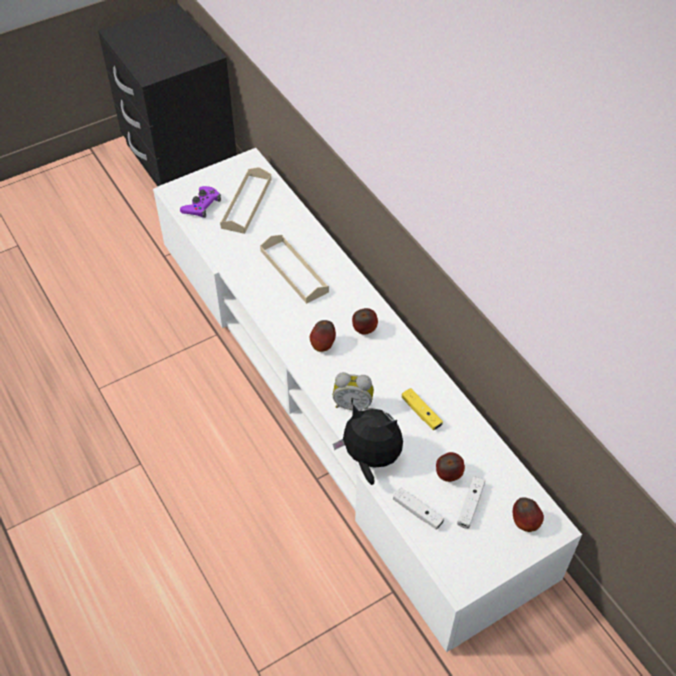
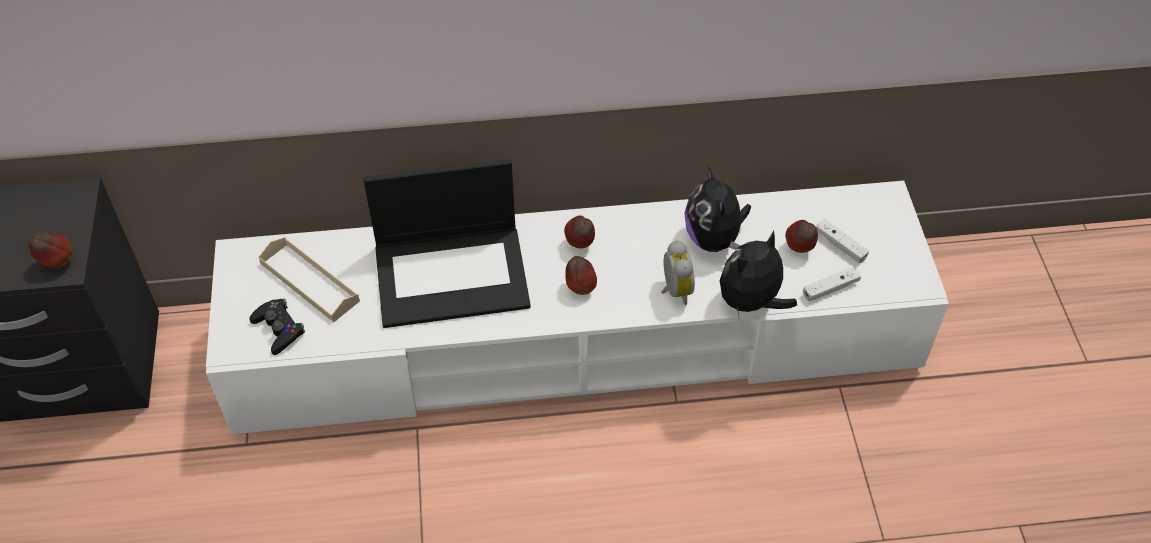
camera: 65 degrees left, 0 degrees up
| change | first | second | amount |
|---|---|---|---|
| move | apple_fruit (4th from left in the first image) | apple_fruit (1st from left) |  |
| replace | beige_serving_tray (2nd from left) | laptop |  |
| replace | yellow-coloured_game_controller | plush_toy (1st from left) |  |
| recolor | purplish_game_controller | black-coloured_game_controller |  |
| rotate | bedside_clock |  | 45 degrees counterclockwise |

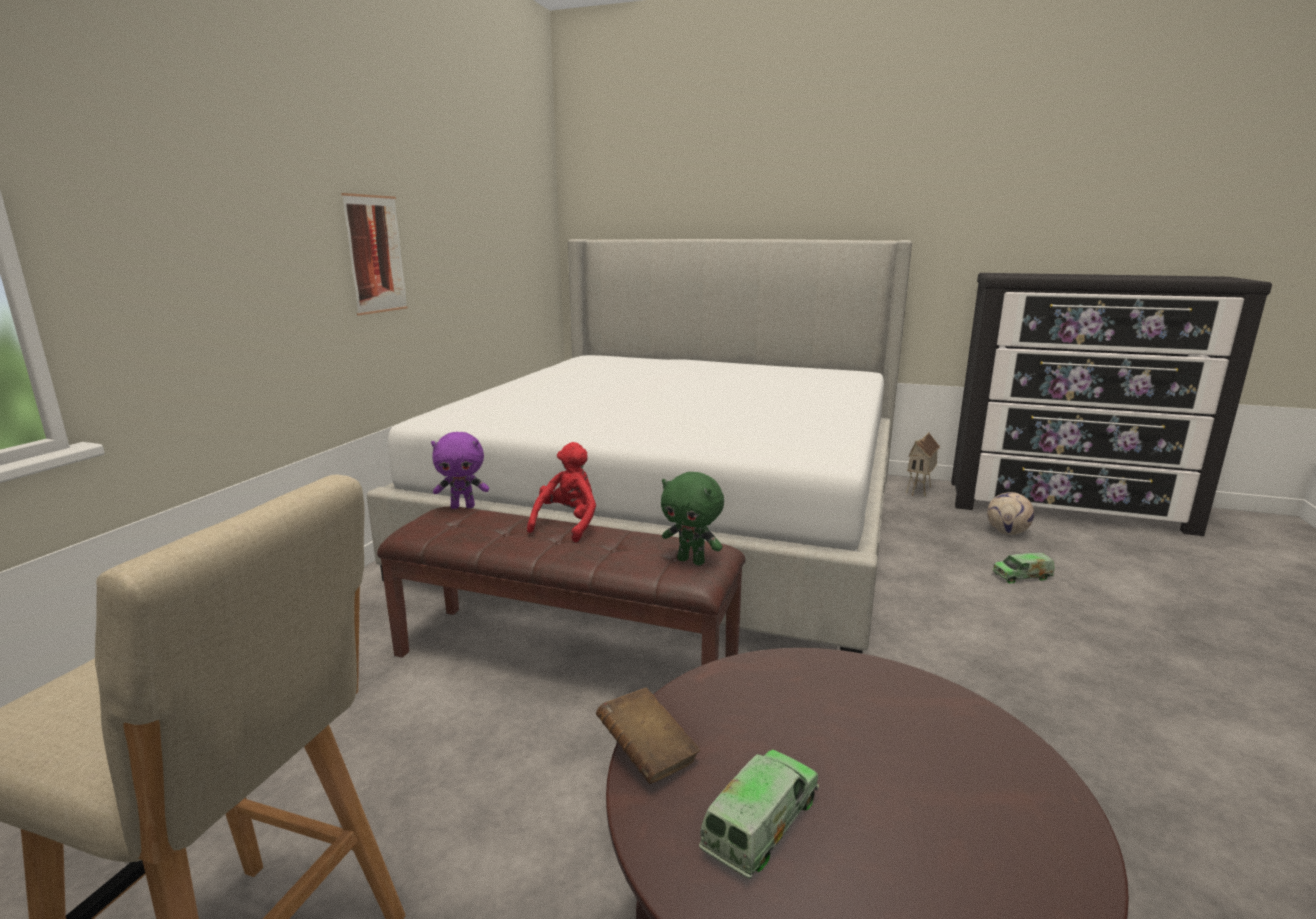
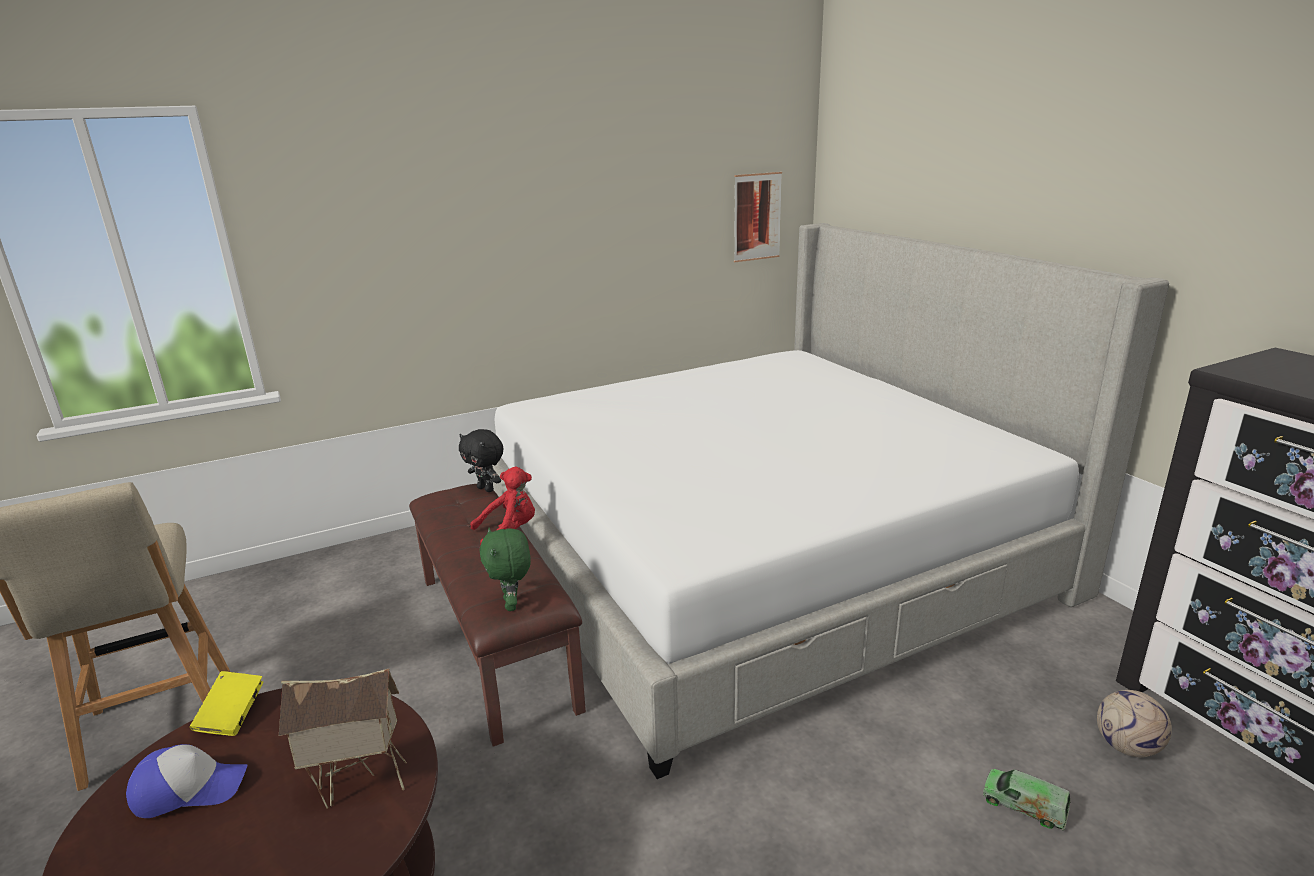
camera: 45 degrees right, 5 degrees up
| change | first | second | amount |
|---|---|---|---|
| move | wall_art |  |  |
| move | toy_house |  |  |
| replace | toy_truck (1st from left) | cap |  |
| recolor | purplish_plush_toy | black-coloured_plush_toy |  |
| recolor | brown_bound_book | yellow-coloured_bound_book |  |

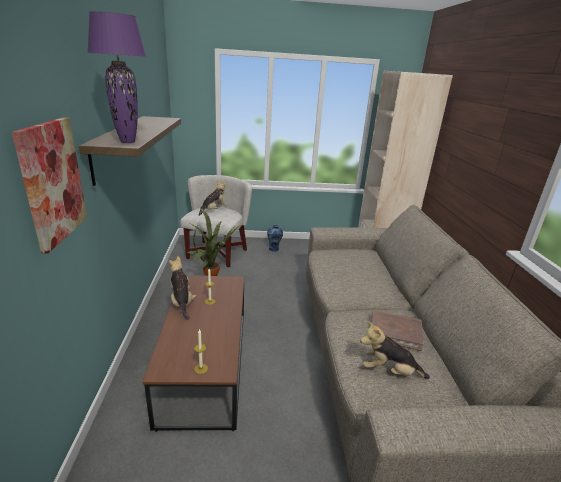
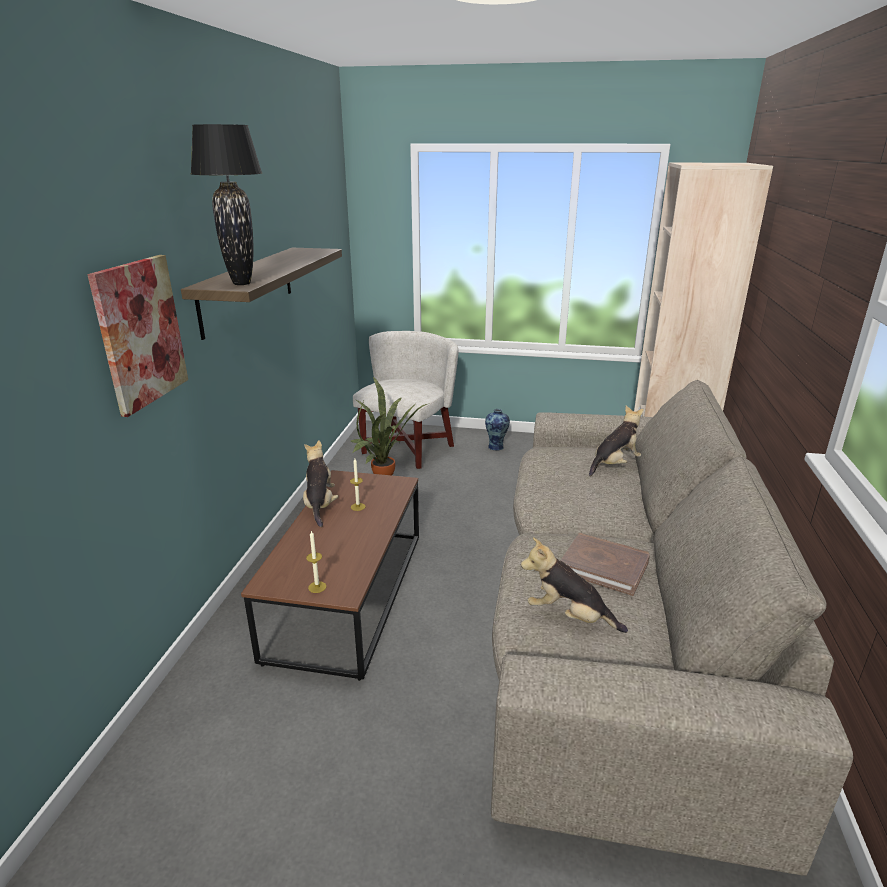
camera: 15 degrees right, 0 degrees up
| change | first | second | amount |
|---|---|---|---|
| move | plush_toy (2nd from left in the first image) | plush_toy (3rd from left) |  |
| recolor | purplish_lamp_for_a_table | black-coloured_lamp_for_a_table |  |

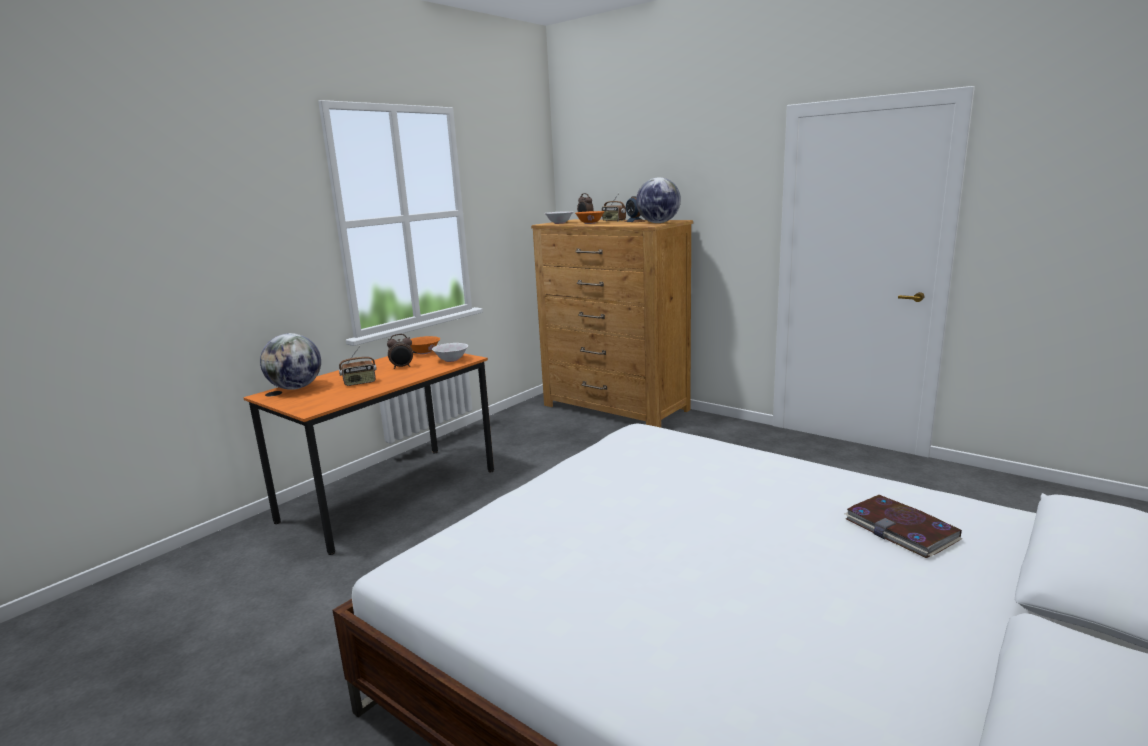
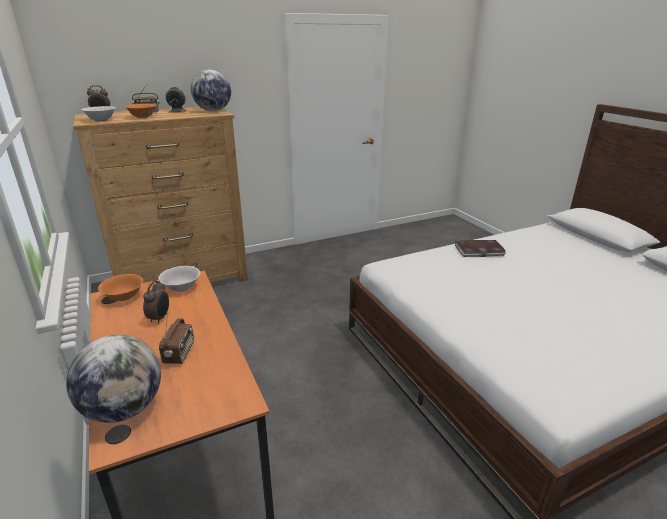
camera: 65 degrees left, 10 degrees up
| change | first | second | amount |
|---|---|---|---|
| move | bound_book |  |  |

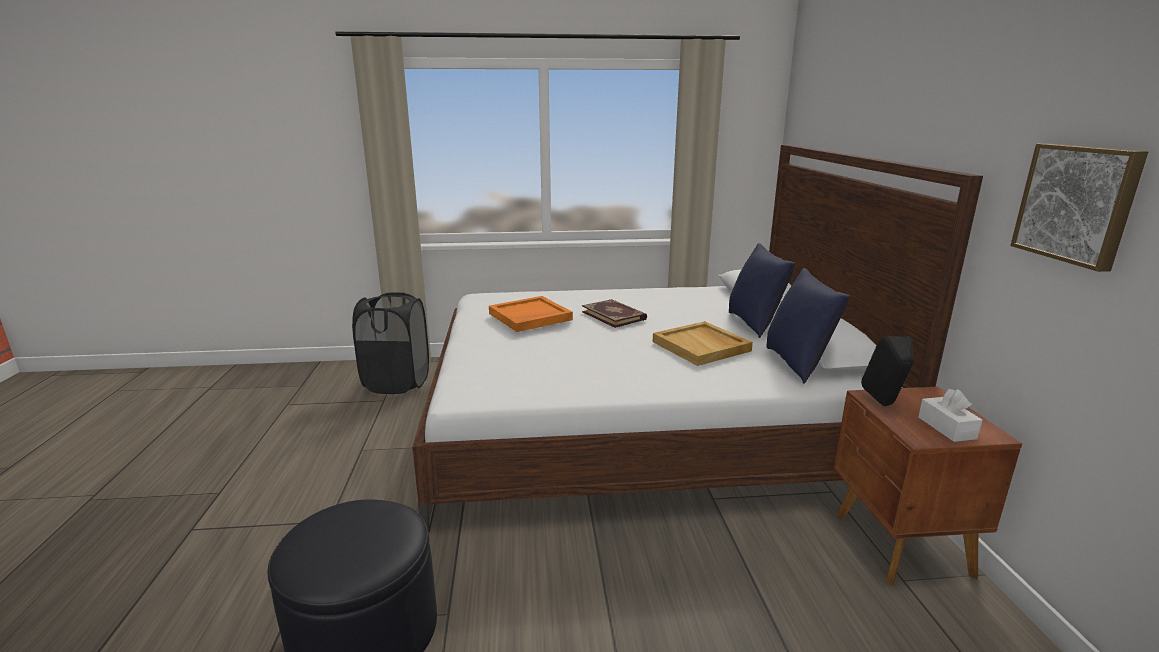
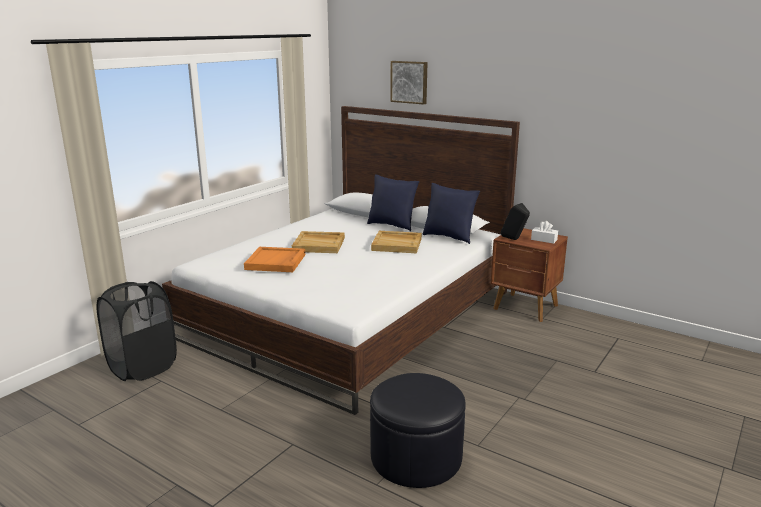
camera: 50 degrees left, 0 degrees up
| change | first | second | amount |
|---|---|---|---|
| move | wall_art |  |  |
| replace | bound_book | beige_serving_tray (1st from left) |  |

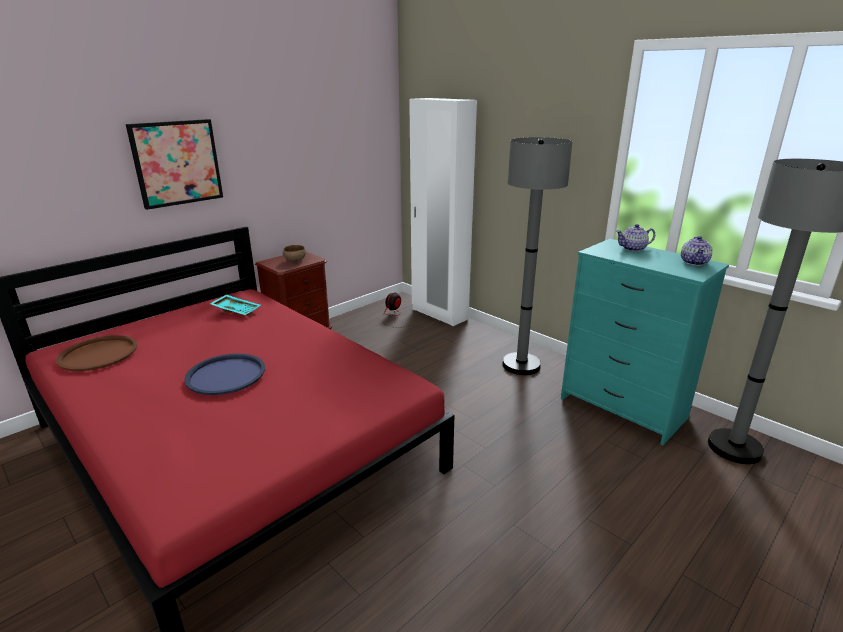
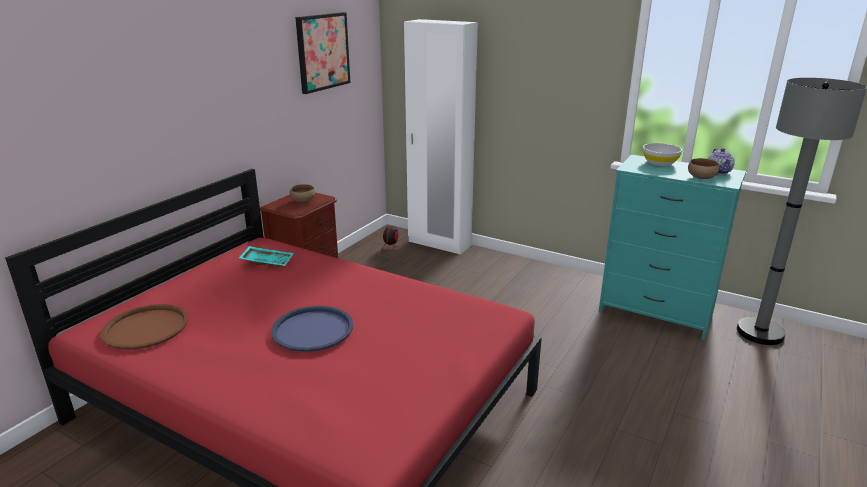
camera: 15 degrees left, 0 degrees up
| change | first | second | amount |
|---|---|---|---|
| delete | gray_floor_lamp (1st from left) |  |  |
| insert |  | brown_serving_bowl (2nd from left) |  |
| move | wall_art |  |  |
| replace | teapot (1st from left) | whitish_serving_bowl |  |

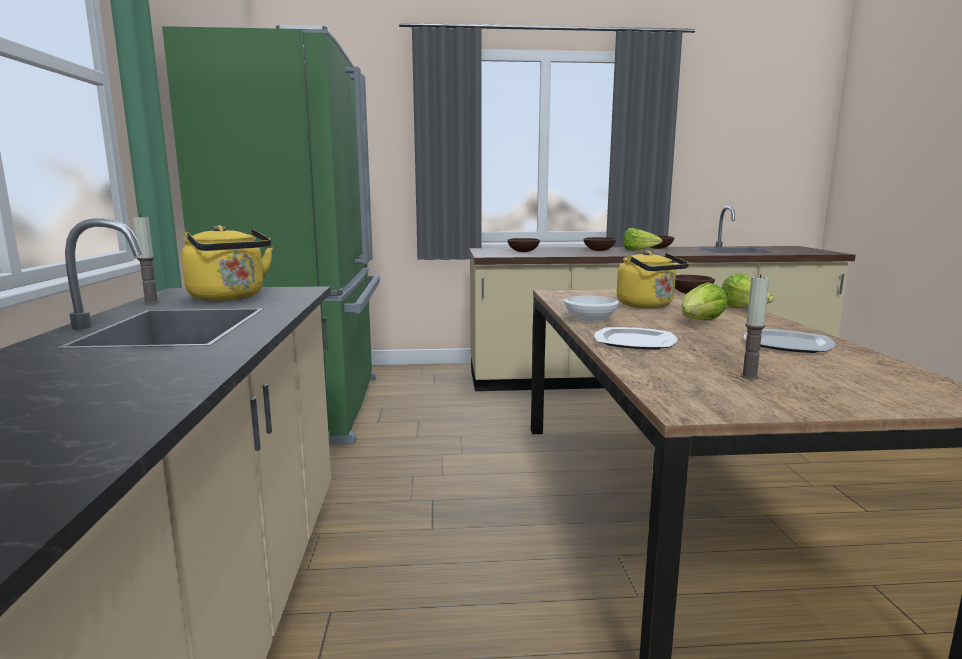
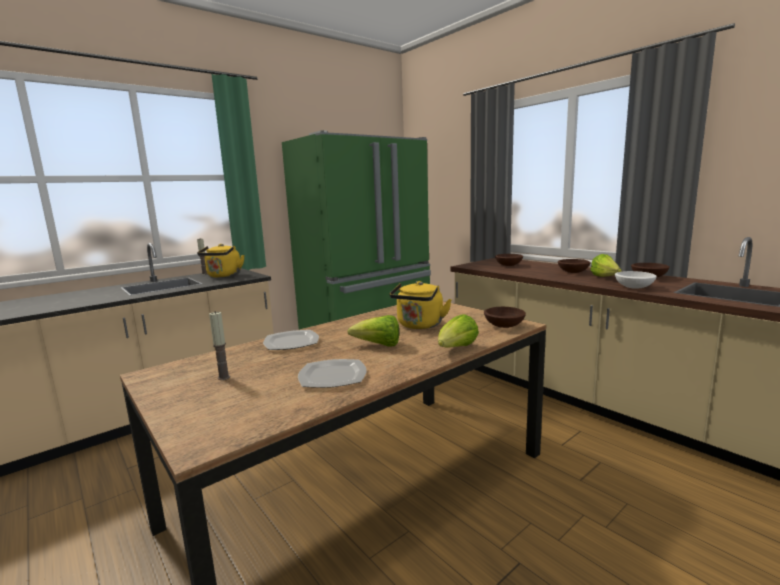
camera: 55 degrees right, 0 degrees up
| change | first | second | amount |
|---|---|---|---|
| move | whitish_serving_bowl |  |  |

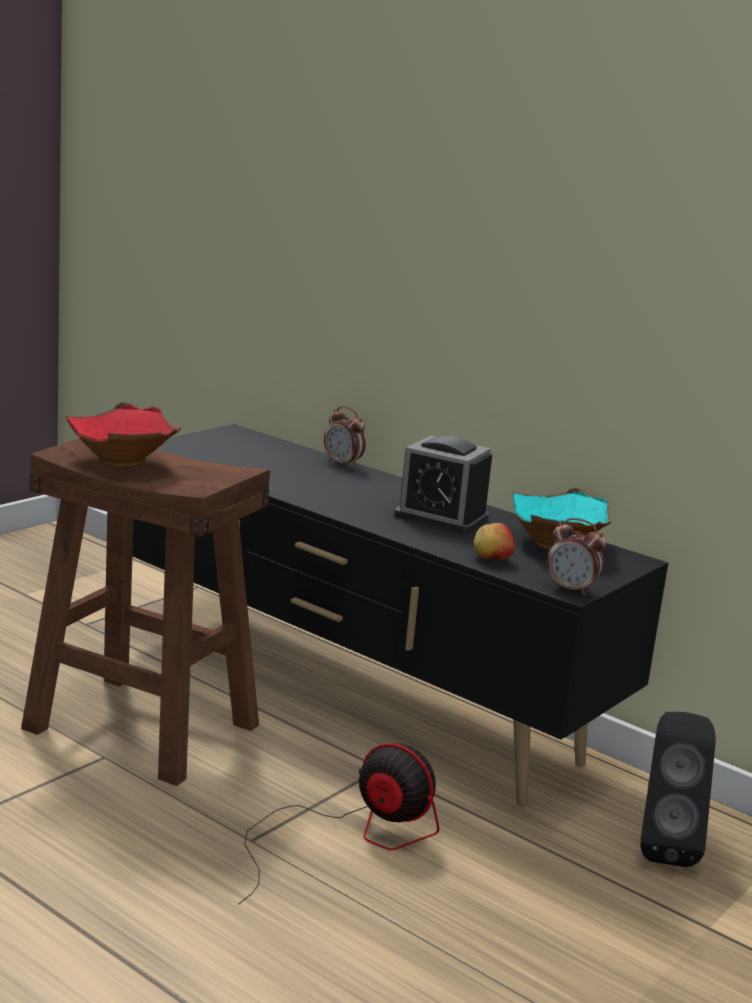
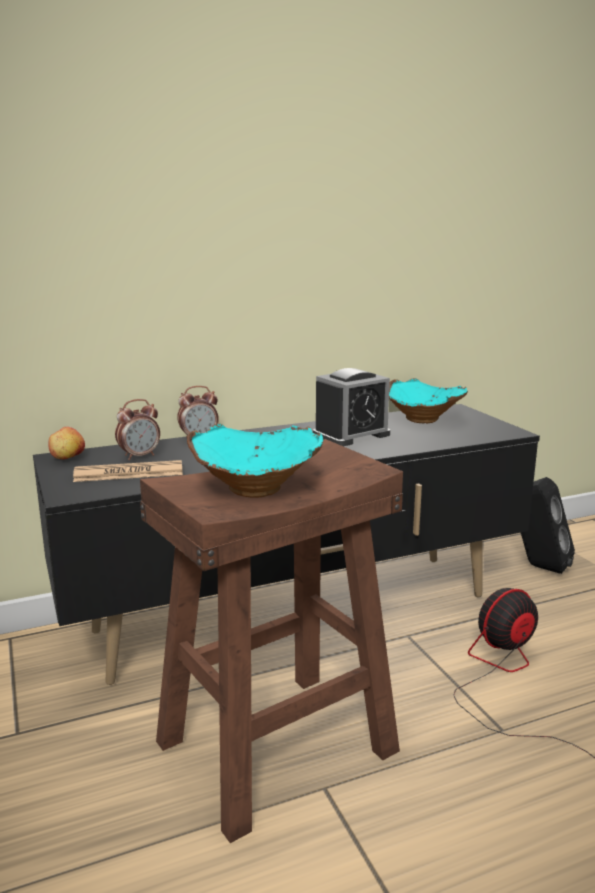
camera: 60 degrees left, 0 degrees up
| change | first | second | amount |
|---|---|---|---|
| insert |  | daily_paper |  |
| move | apple_fruit |  |  |
| move | bedside_clock (3rd from left in the first image) | bedside_clock (1st from left) |  |
| recolor | reddish_serving_bowl | blue-green_serving_bowl (1st from left) |  |

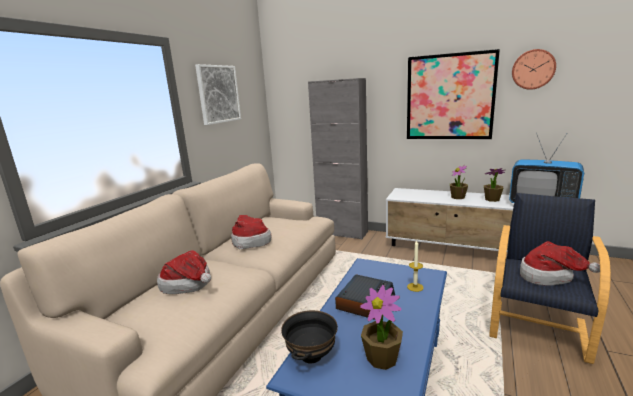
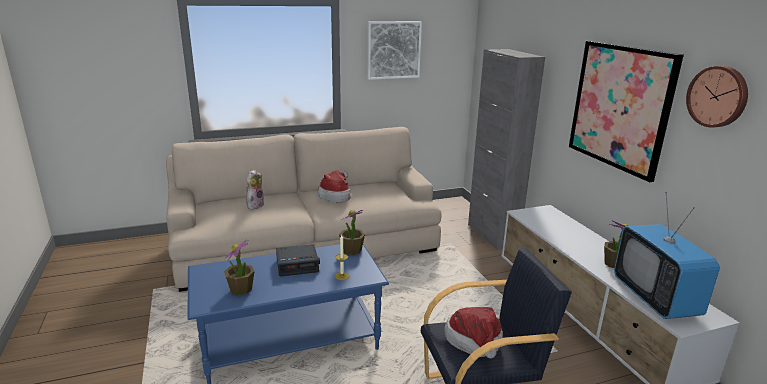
camera: 45 degrees right, 5 degrees up
| change | first | second | amount |
|---|---|---|---|
| delete | black-coloured_serving_bowl |  |  |
| move | plant_in_a_pot (2nd from left) |  |  |
| replace | wearable_hat (1st from left) | plush_toy |  |

